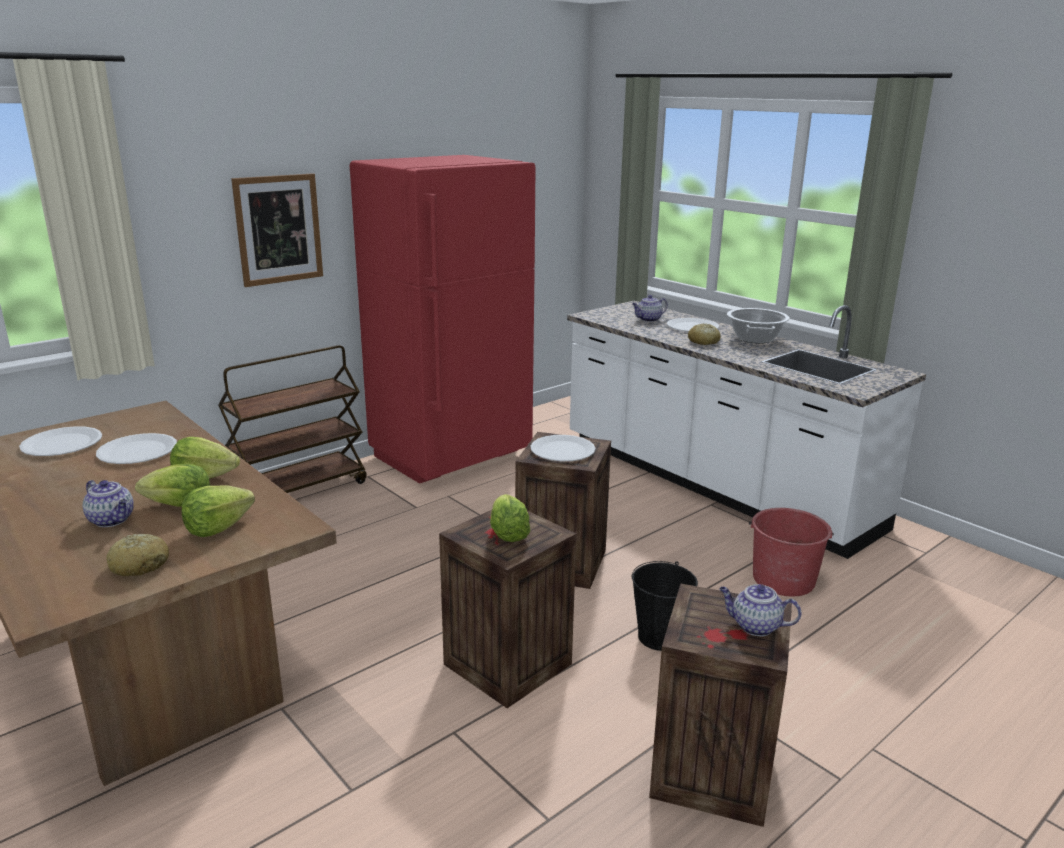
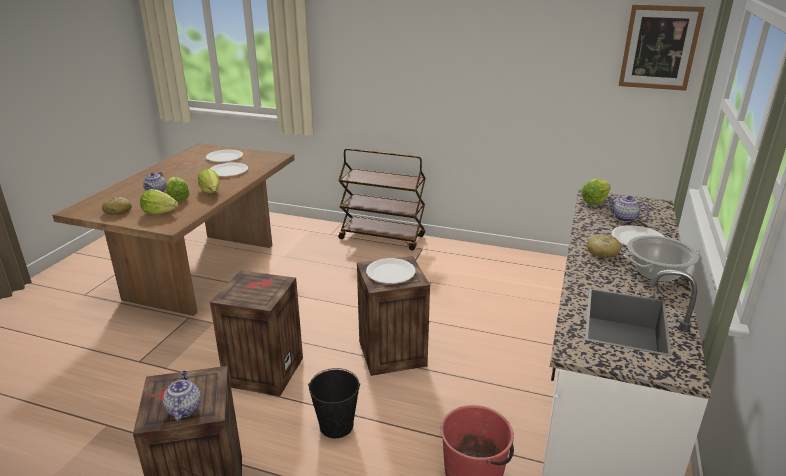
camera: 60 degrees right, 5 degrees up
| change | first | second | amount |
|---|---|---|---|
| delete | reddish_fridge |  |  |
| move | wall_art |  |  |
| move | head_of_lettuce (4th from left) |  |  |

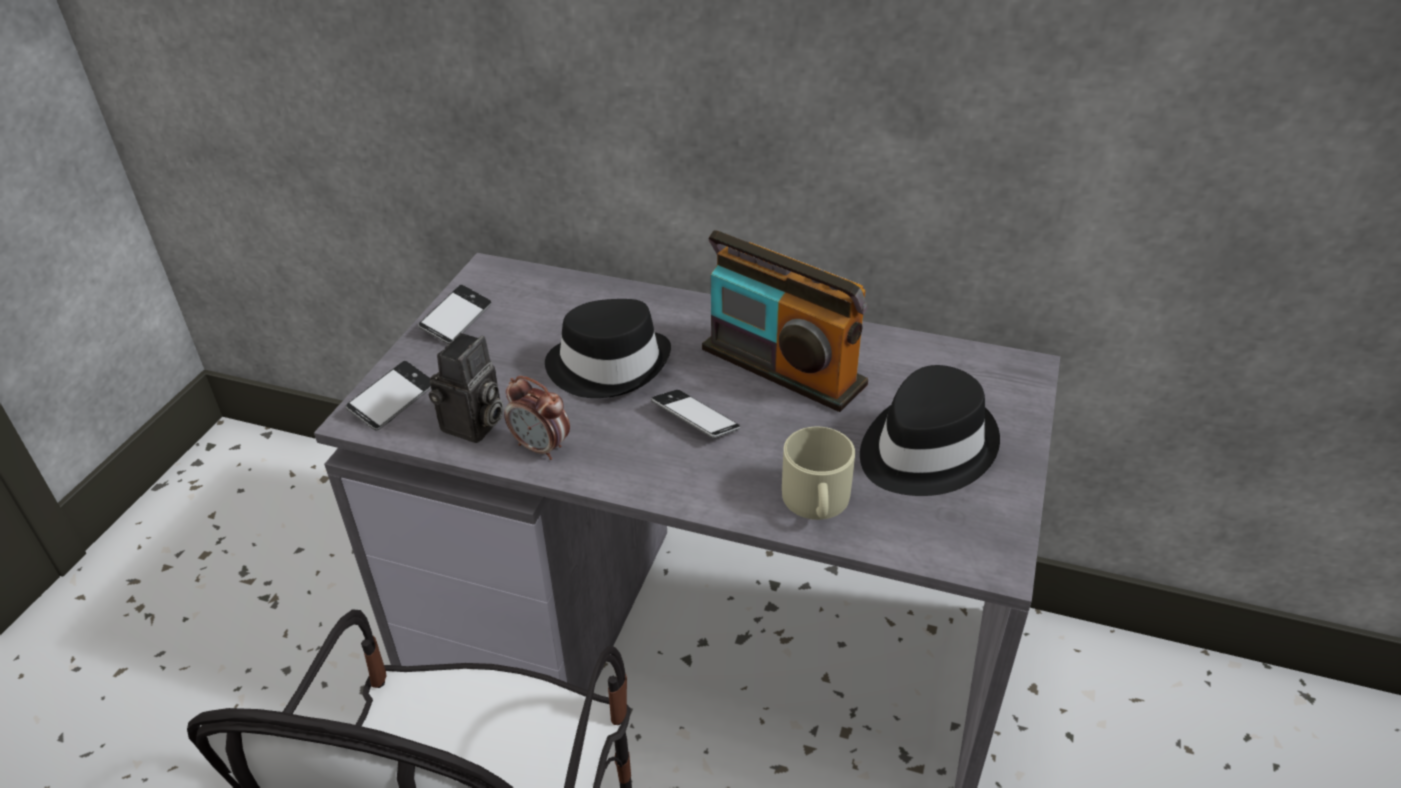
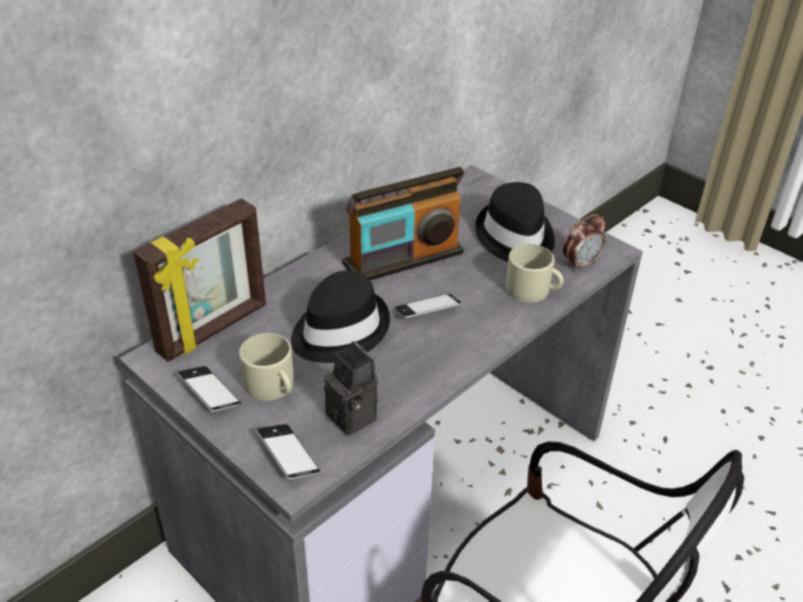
camera: 65 degrees left, 0 degrees up
| change | first | second | amount |
|---|---|---|---|
| insert |  | picture_frame |  |
| insert |  | beige_coffee_mug (1st from left) |  |
| move | bedside_clock |  |  |

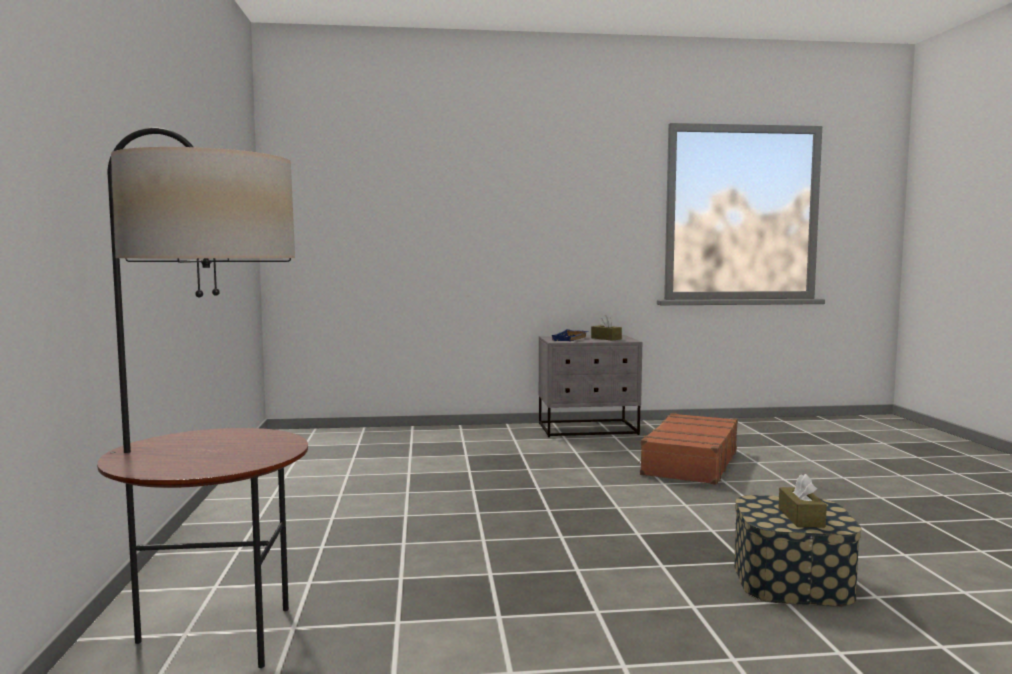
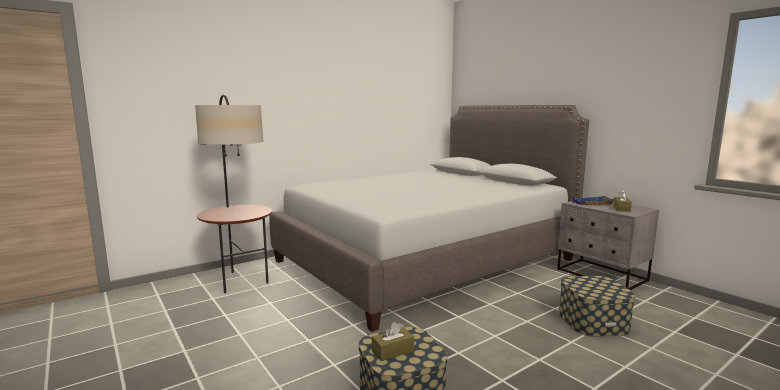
camera: 60 degrees right, 5 degrees up
| change | first | second | amount |
|---|---|---|---|
| insert |  | gray_sleeping_bed |  |
| replace | brown_suitcase | storage_container (2nd from left) |  |

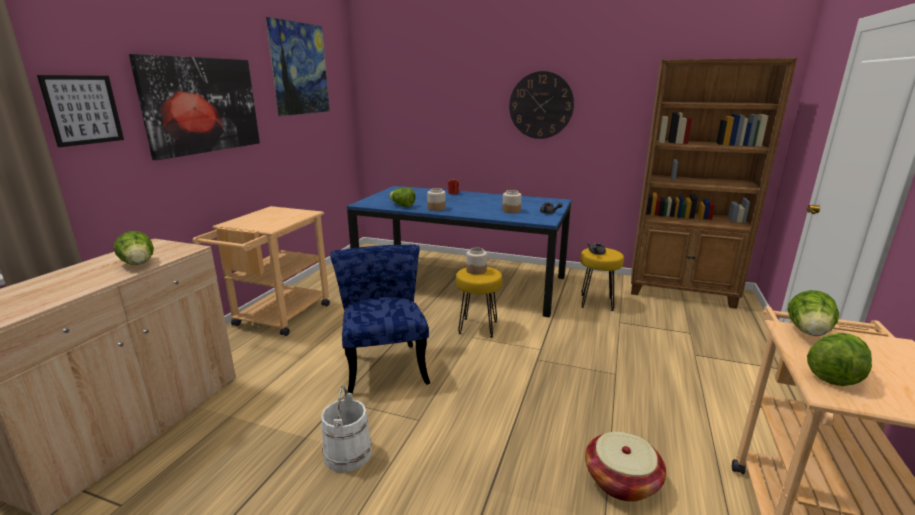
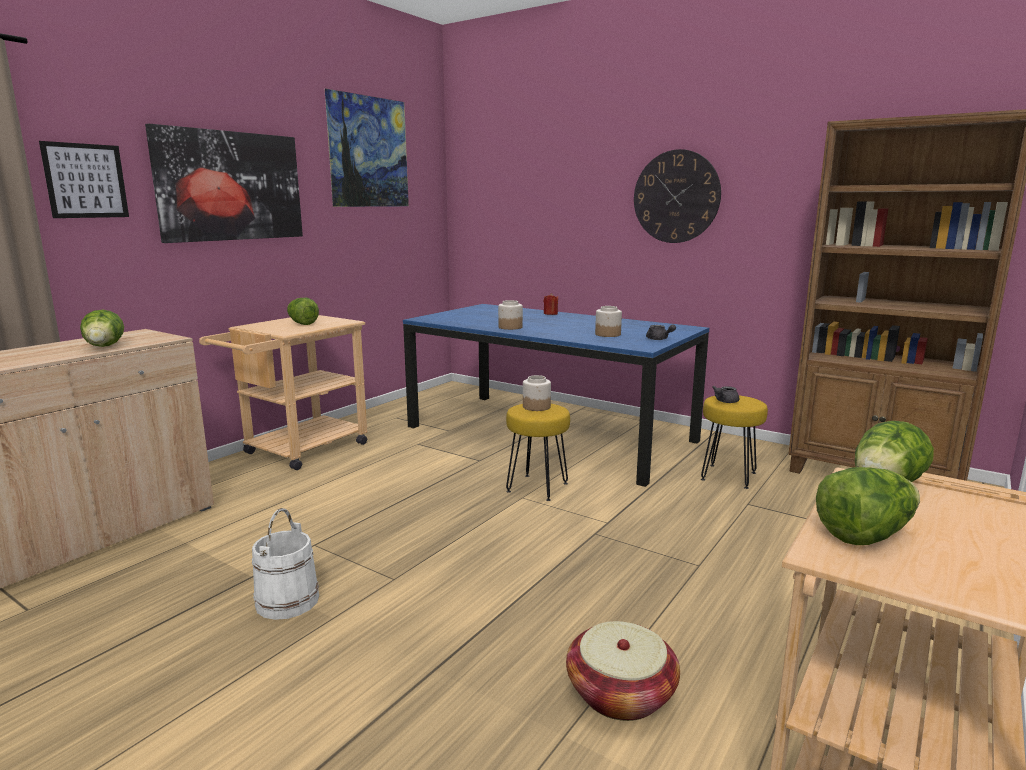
camera: 15 degrees right, 5 degrees down
| change | first | second | amount |
|---|---|---|---|
| delete | bluish_plain_chair |  |  |
| move | head_of_lettuce (2nd from left) |  |  |

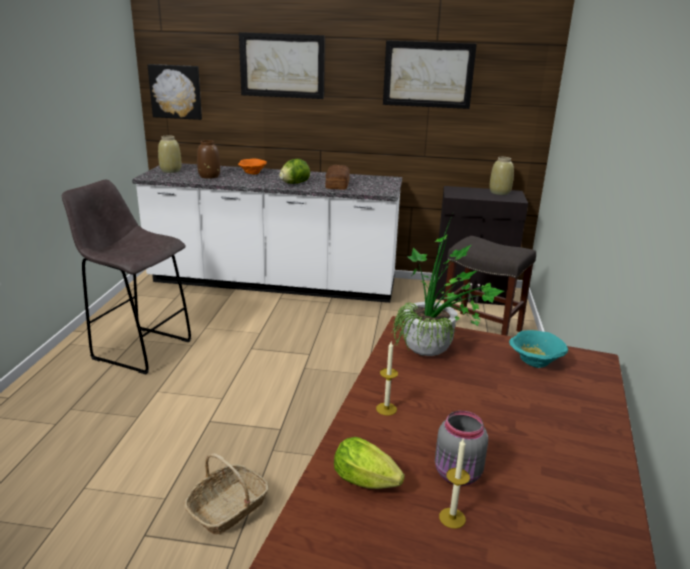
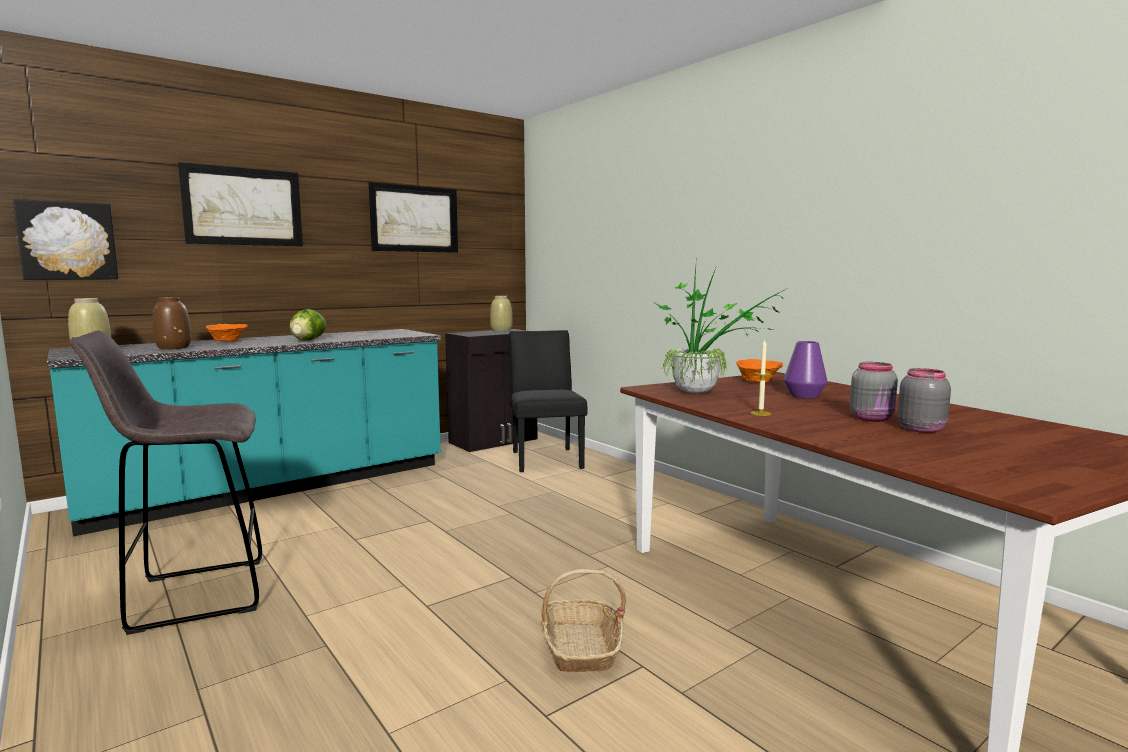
camera: 45 degrees left, 15 degrees down
| change | first | second | amount |
|---|---|---|---|
| delete | baked_bread |  |  |
| delete | head_of_lettuce (2nd from left) |  |  |
| insert |  | purplish_vase |  |
| replace | candle (2nd from left) | gray_preserve_jar (2nd from left) |  |
| replace | gray_stool (2nd from left) | black-coloured_plain_chair |  |
| recolor | whitish_kitchen_base_unit | blue-green_kitchen_base_unit |  |
| recolor | blue-green_serving_bowl | orange_serving_bowl (2nd from left) |  |

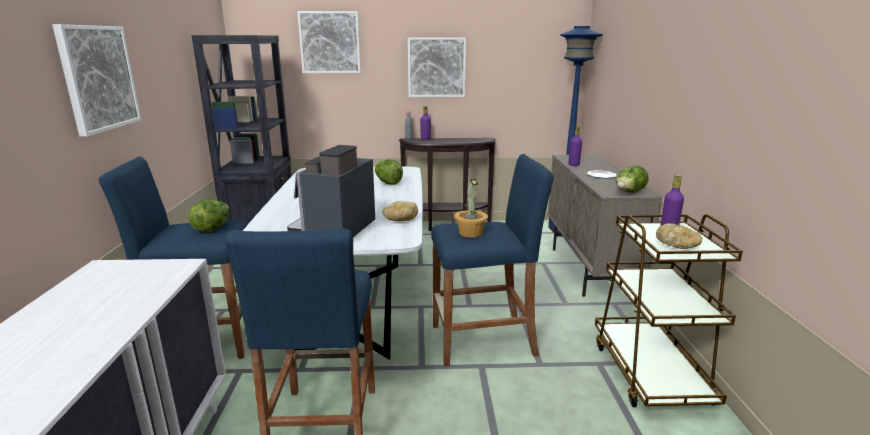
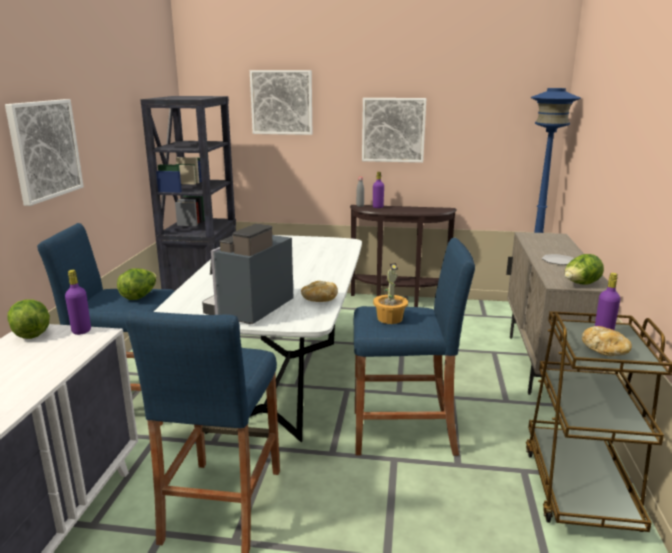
camera: 10 degrees right, 0 degrees up
| change | first | second | amount |
|---|---|---|---|
| move | head_of_lettuce (2nd from left in the first image) | head_of_lettuce (1st from left) |  |
| move | purplish_drink_bottle (2nd from left in the first image) | purplish_drink_bottle (1st from left) |  |

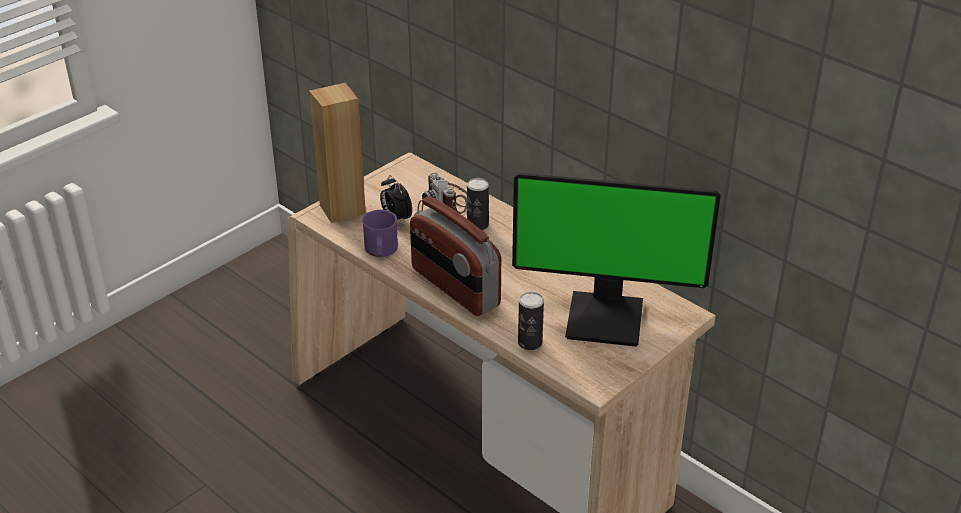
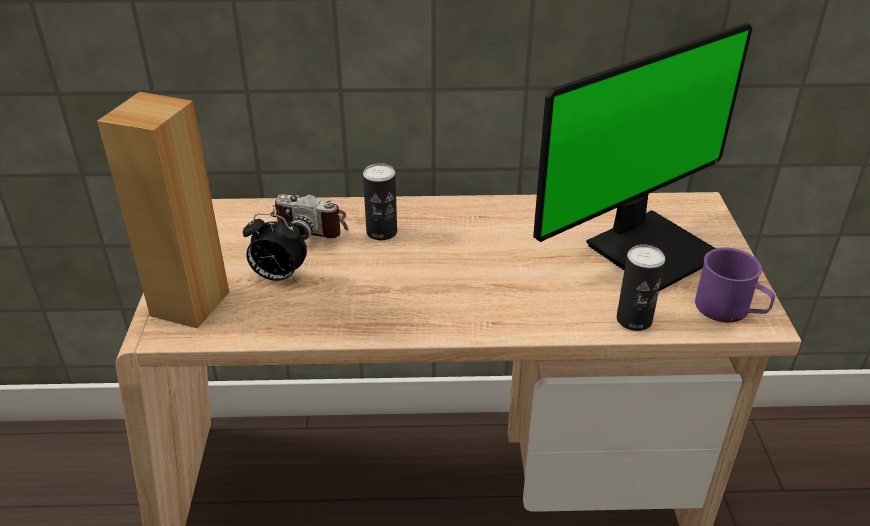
camera: 45 degrees left, 0 degrees up
| change | first | second | amount |
|---|---|---|---|
| delete | radio |  |  |
| move | purplish_coffee_mug |  |  |

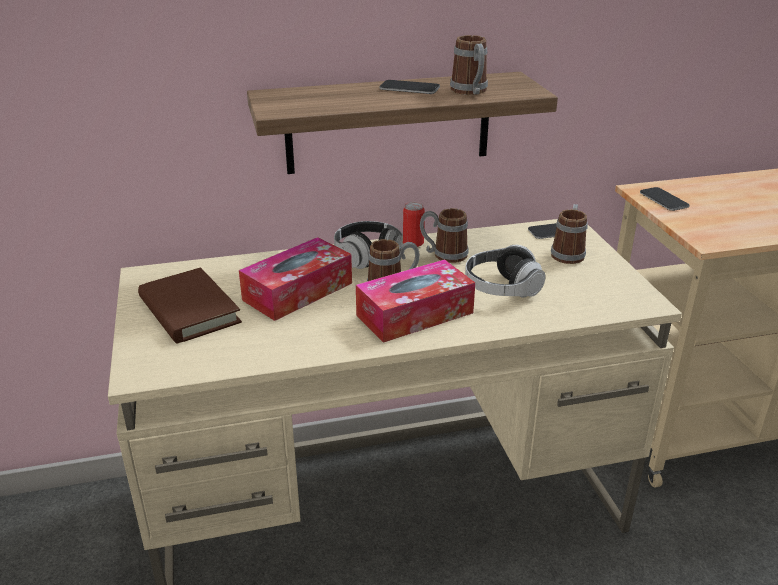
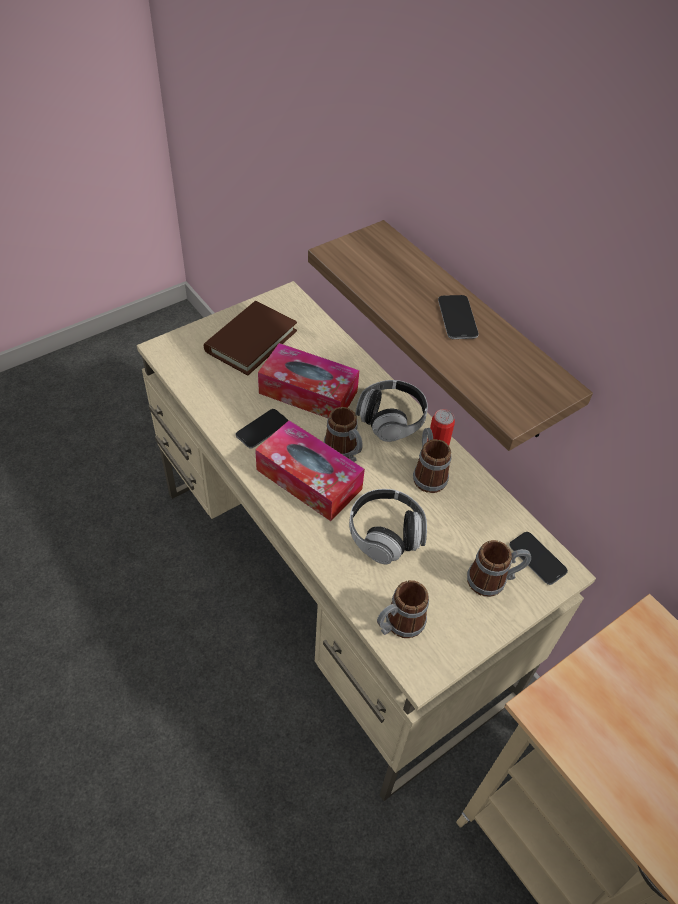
camera: 65 degrees right, 20 degrees up
| change | first | second | amount |
|---|---|---|---|
| move | coffee_mug (3rd from left in the first image) | coffee_mug (2nd from left) |  |
| move | phone (3rd from left in the first image) | phone (1st from left) |  |

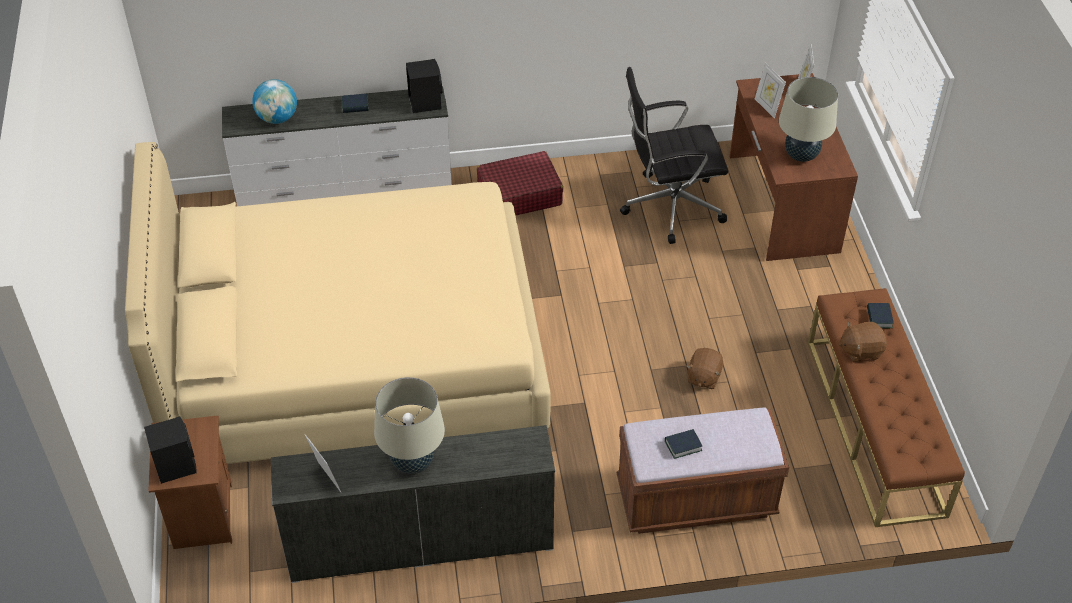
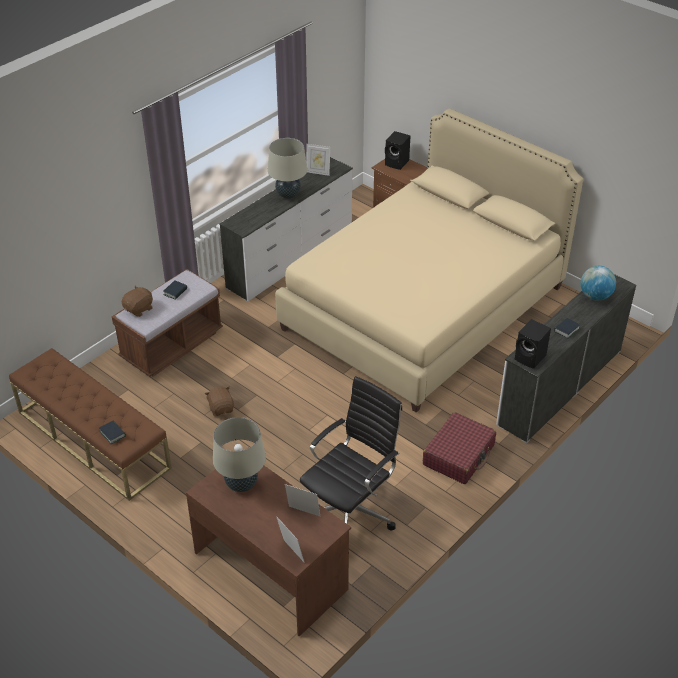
camera: 140 degrees right, 5 degrees down
| change | first | second | amount |
|---|---|---|---|
| move | brown_plush_toy (2nd from left in the first image) | brown_plush_toy (1st from left) |  |

